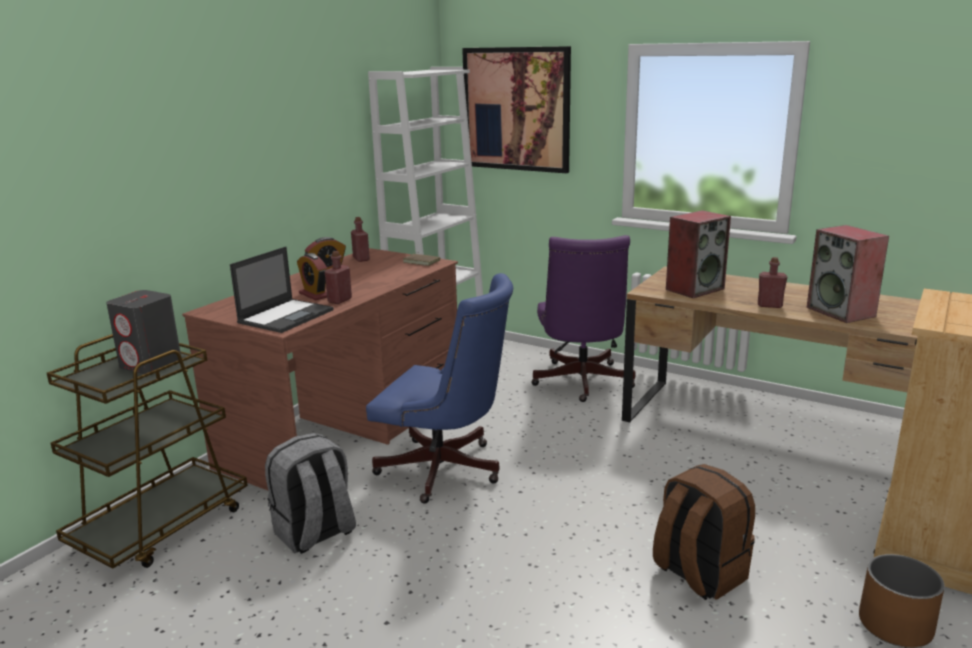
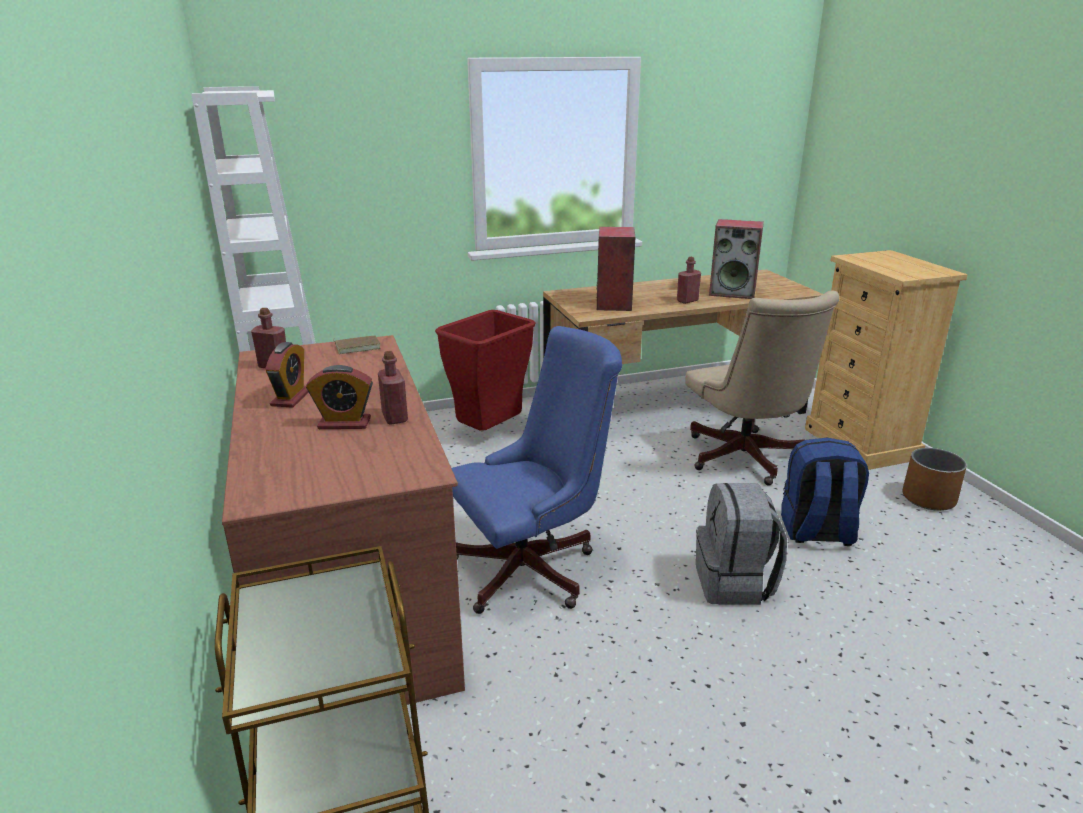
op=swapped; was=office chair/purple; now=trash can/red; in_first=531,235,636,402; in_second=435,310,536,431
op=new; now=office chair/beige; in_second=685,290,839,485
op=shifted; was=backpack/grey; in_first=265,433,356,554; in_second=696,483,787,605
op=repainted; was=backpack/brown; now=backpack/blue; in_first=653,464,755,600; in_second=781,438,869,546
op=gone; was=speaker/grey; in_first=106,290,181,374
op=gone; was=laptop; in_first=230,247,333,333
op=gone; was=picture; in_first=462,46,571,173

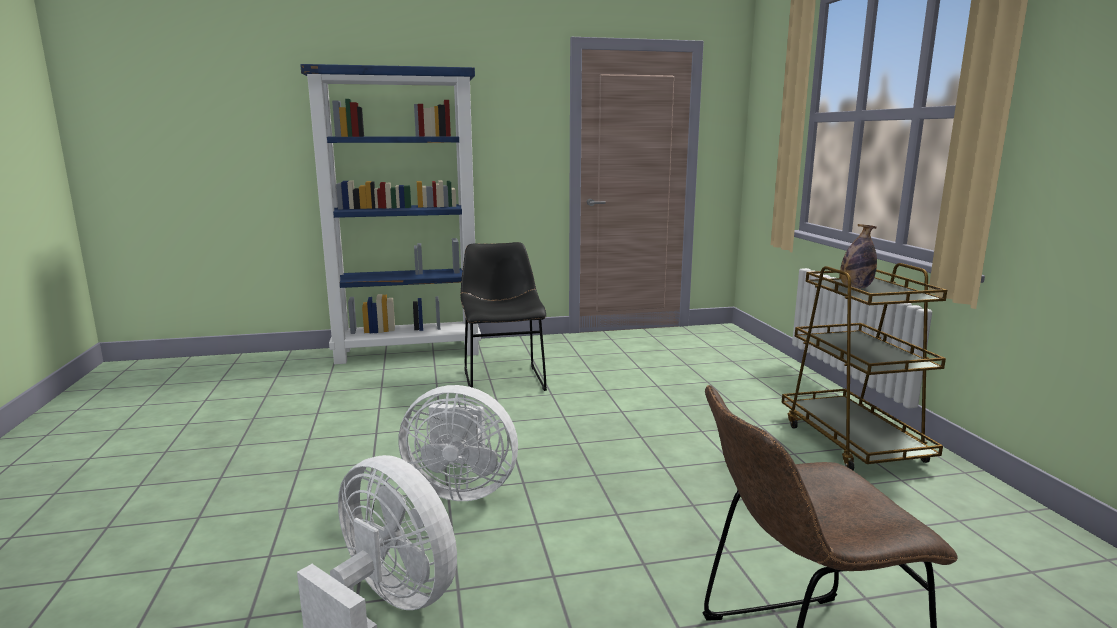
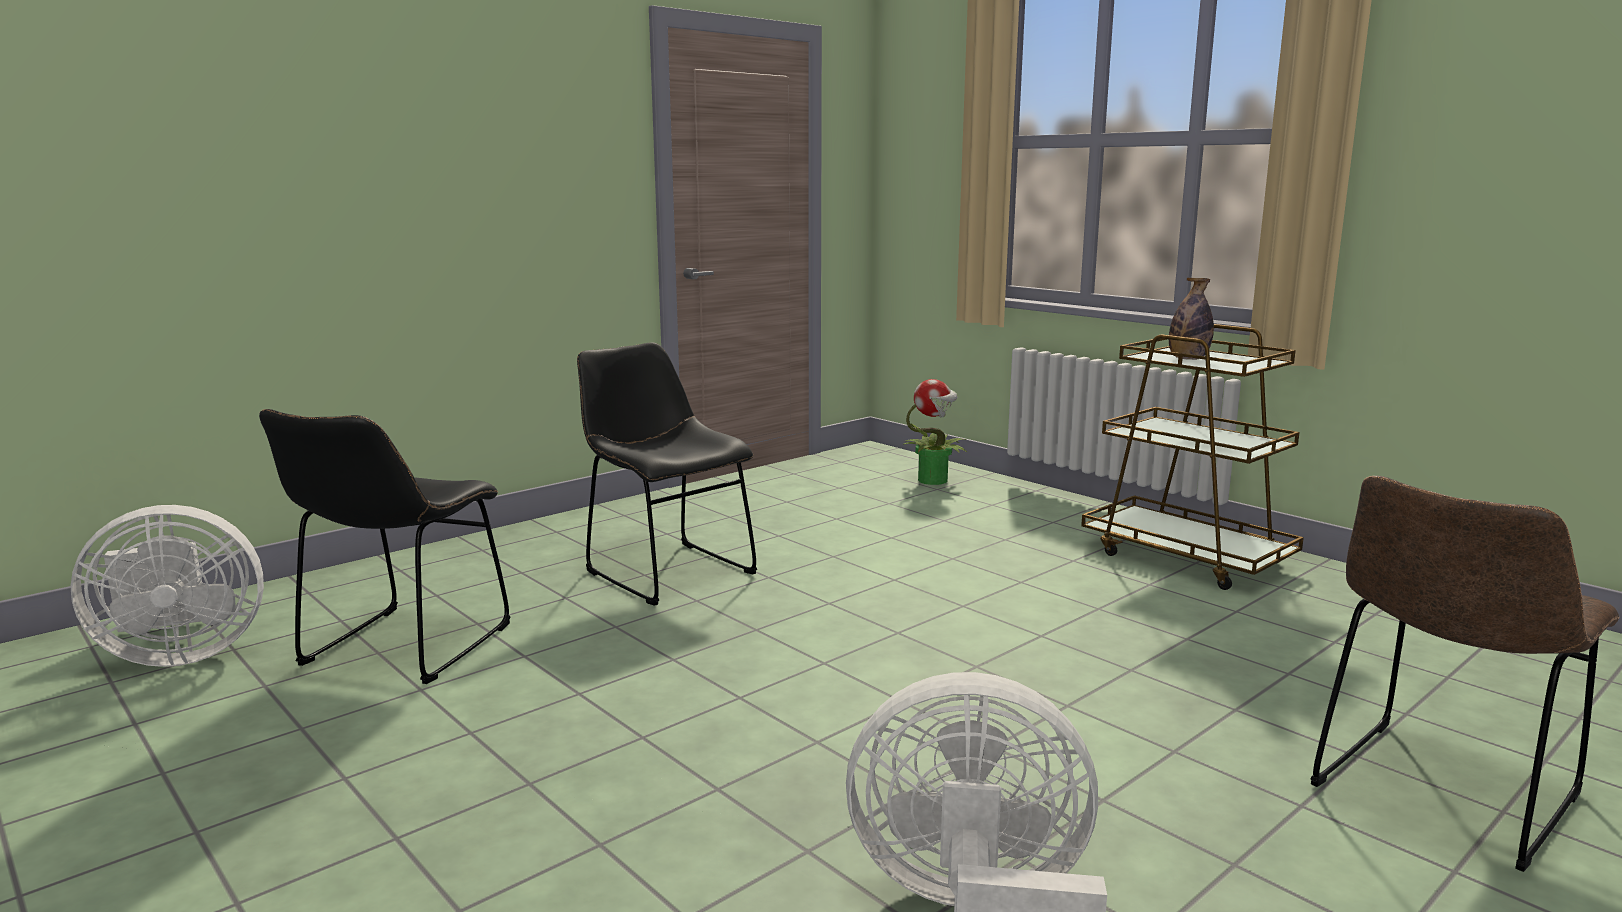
op=shifted; was=fan/white; in_first=398,385,518,501; in_second=70,505,264,667
op=new; now=chair/black; in_second=259,409,510,684
op=new; now=potted plant; in_second=903,379,967,485
op=gone; was=bookcase/blue; in_first=300,64,481,364

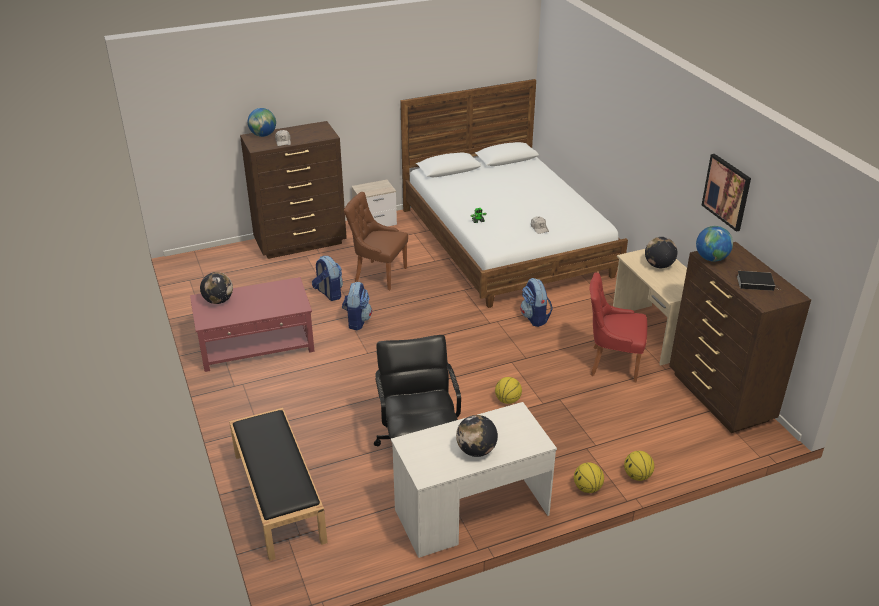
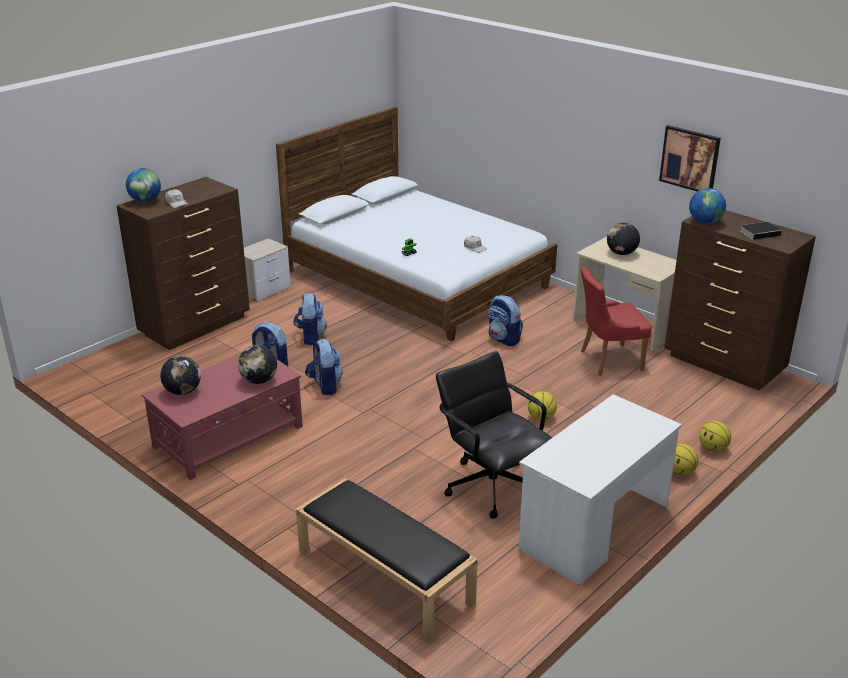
op=shifted; was=globe; in_first=456,415,498,457; in_second=238,345,277,384
op=swapped; was=chair/brown; now=backpack; in_first=344,192,408,290; in_second=294,293,327,345

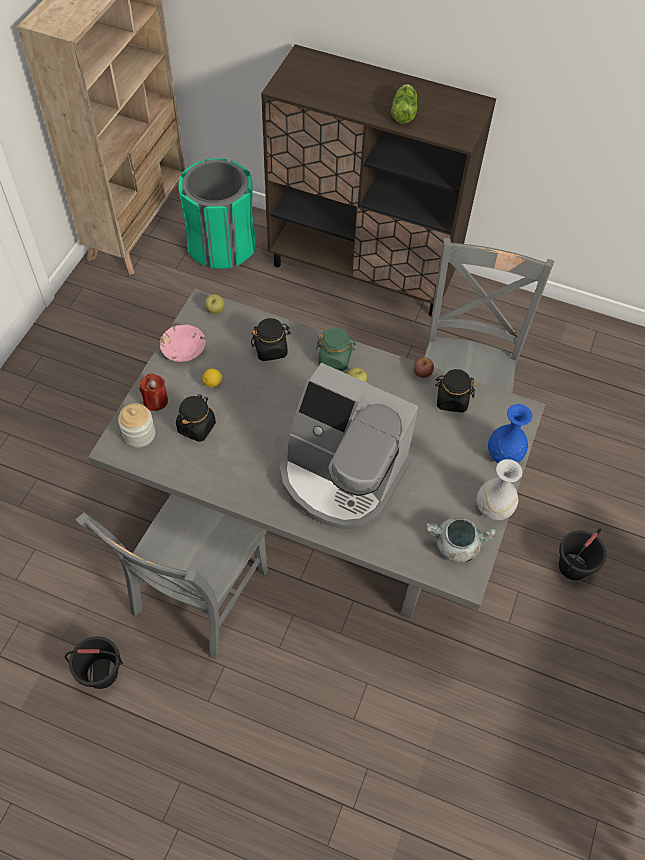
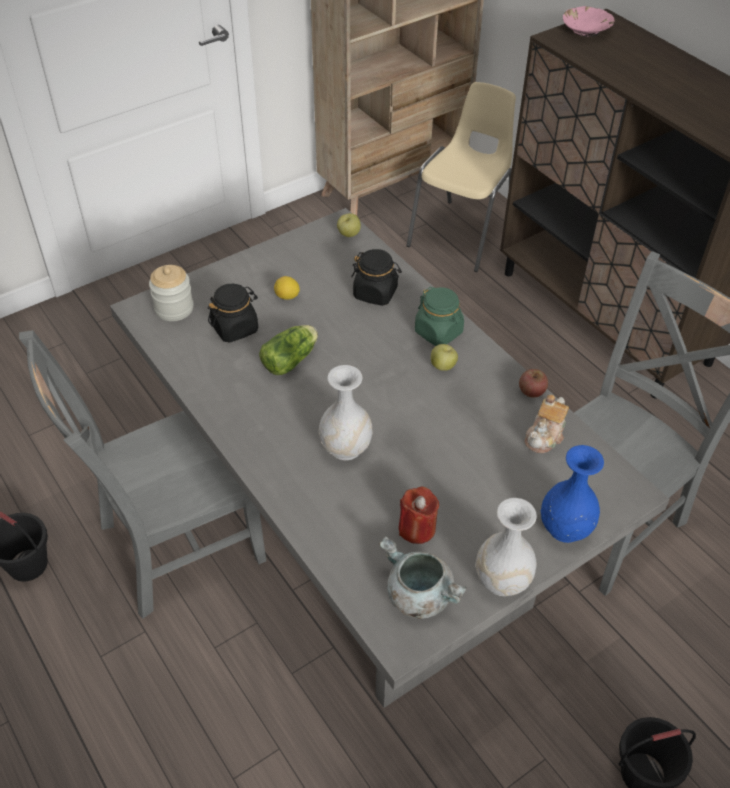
op=shifted; was=lettuce; in_first=391,84,418,124; in_second=259,325,318,375
op=swapped; was=coffee machine; now=vase/white; in_first=280,363,418,529; in_second=319,365,372,460
op=shifted; was=candle/red; in_first=139,373,168,411; in_second=399,487,439,544
op=swapped; was=trash can/green; now=chair/beige; in_first=178,158,256,270; in_second=406,82,516,272
op=swapped; was=jar/black; now=teapot; in_first=435,369,476,413; in_second=525,395,569,453
op=shifted; was=bowl/pink; in_first=160,325,206,362; in_second=563,6,614,37

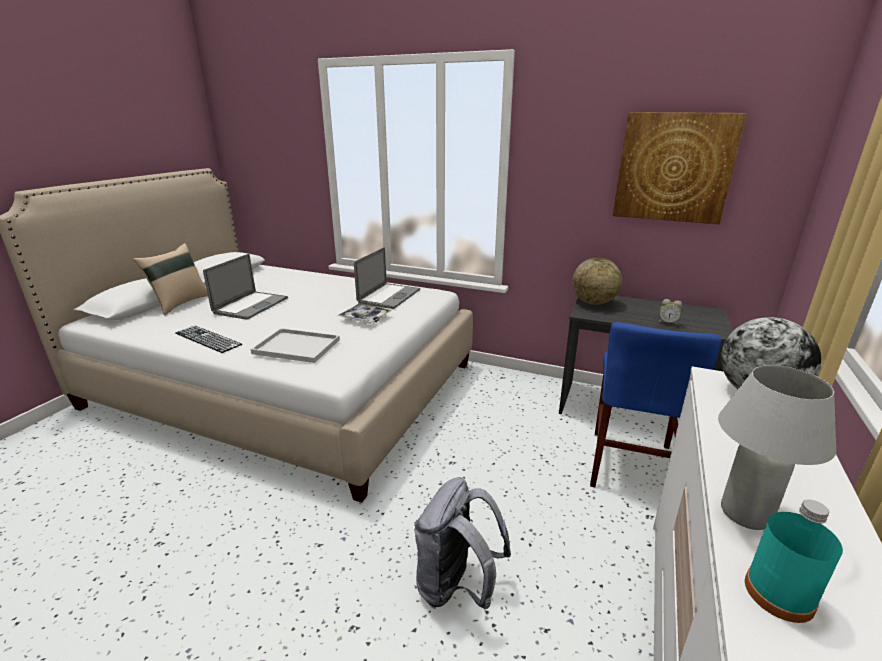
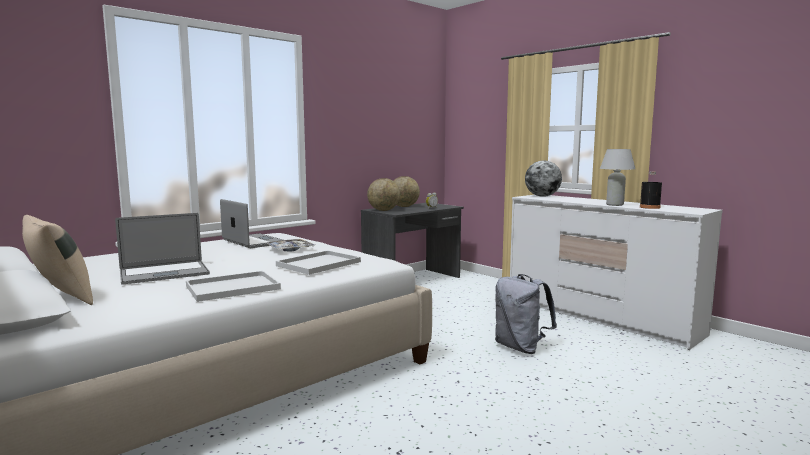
op=rotated; was=laptop; in_first=203,254,288,320; in_second=115,213,210,285; clockwise=105
op=swapped; was=keyboard; now=tray/white; in_first=175,326,242,353; in_second=186,271,281,302
op=new; now=globe; in_second=393,176,420,207
op=repainted; was=bottle/turquoise; now=bottle/black; in_first=745,499,843,623; in_second=640,171,662,209
op=gone; was=chair/blue; in_first=590,322,721,487
op=gone; was=picture; in_first=613,112,747,224

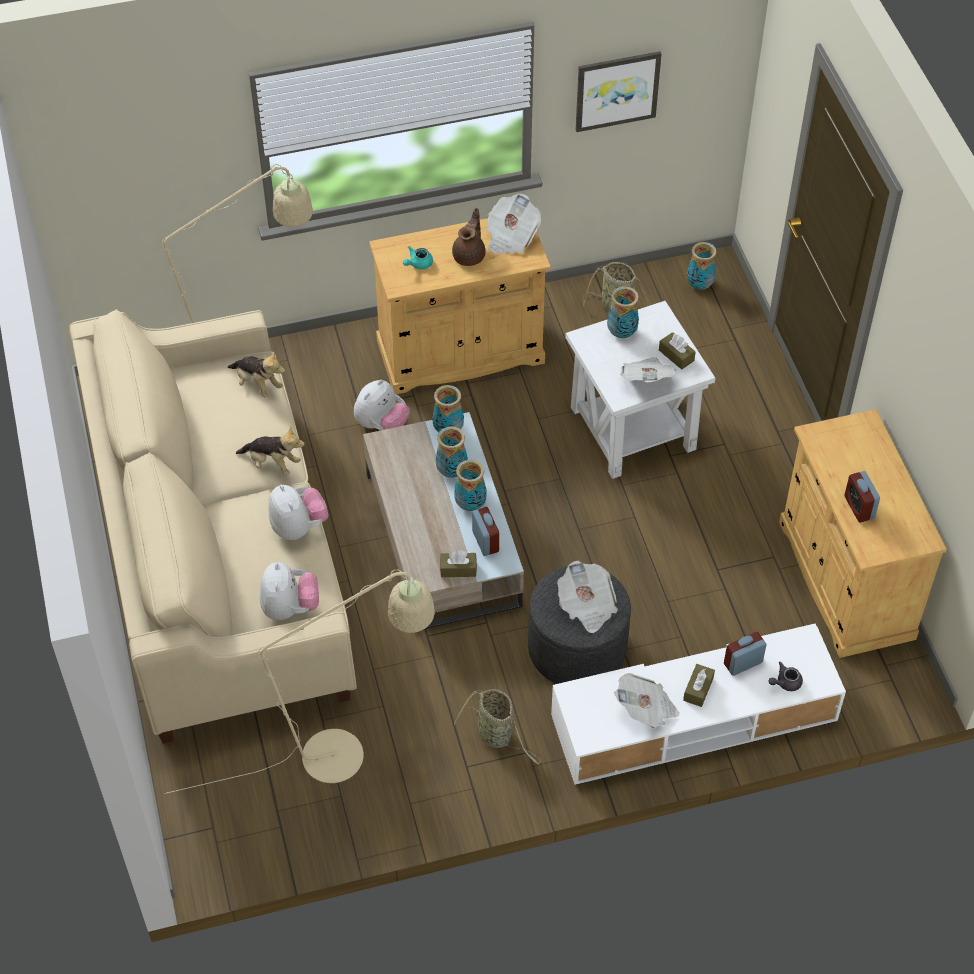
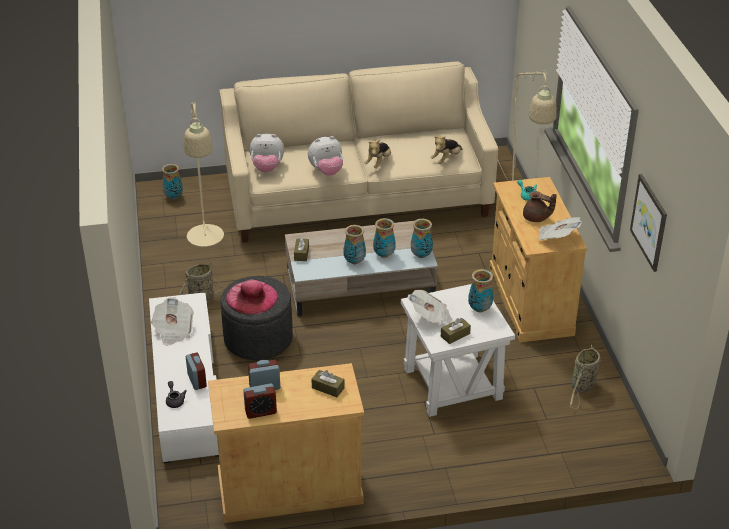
op=shifted; was=vase; in_first=687,242,716,290; in_second=162,164,183,200
op=swapped; was=newspaper; now=hat/pink; in_first=557,561,618,633; in_second=226,280,278,315
op=shifted; was=alarm clock; in_first=472,507,499,556; in_second=243,383,277,419
op=shifted; was=tissue box/brown; in_first=683,664,715,707; in_second=311,370,345,397
op=gone; was=plush toy; in_first=354,379,410,430

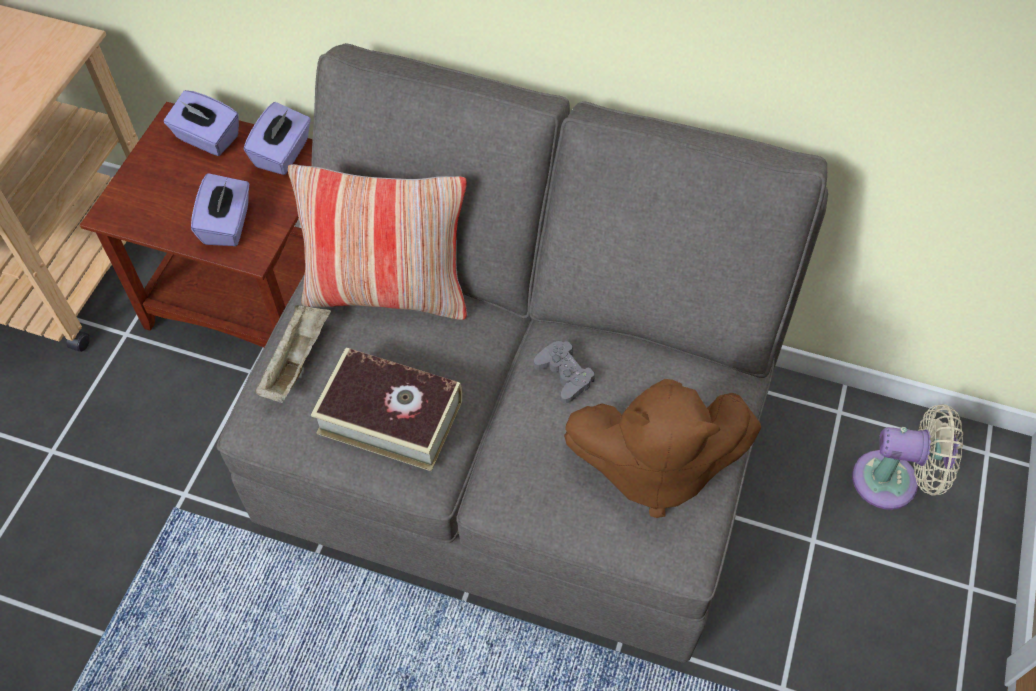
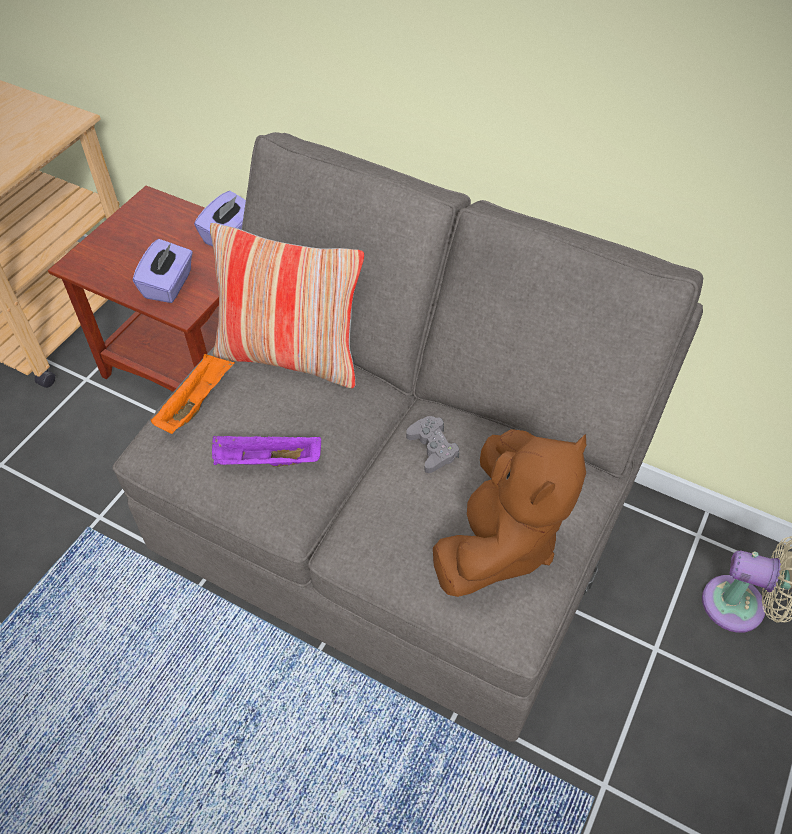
op=repainted; was=tray/beige; now=tray/orange; in_first=255,305,331,403; in_second=151,354,235,434
op=swapped; was=book; now=tray/purple; in_first=311,347,462,471; in_second=212,436,321,467
op=rotated; was=plush toy/brown; in_first=564,379,761,518; in_second=433,429,586,597; clockwise=-75
op=gone; was=tissue box/purple; in_first=164,90,239,156

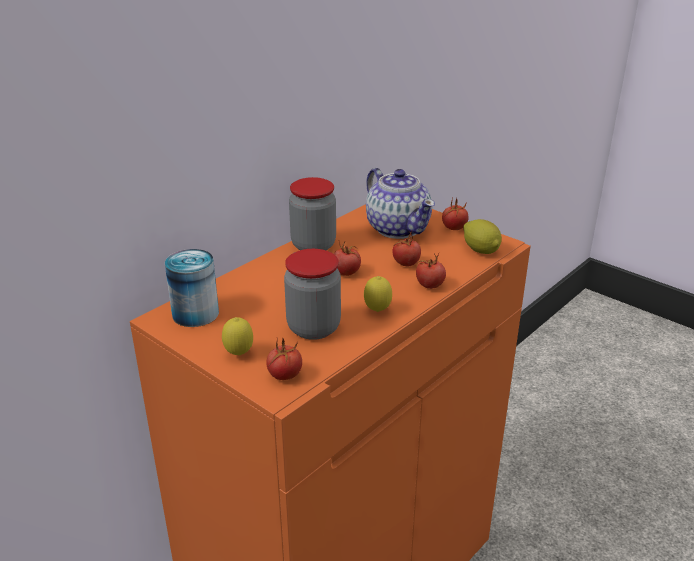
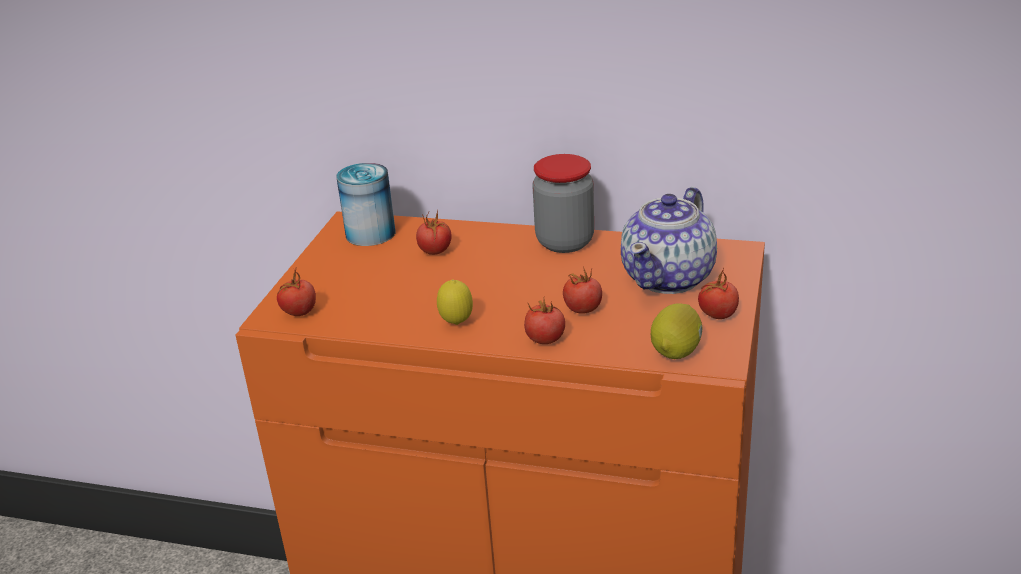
op=shifted; was=tomato; in_first=334,239,361,276; in_second=416,209,452,255
op=gone; was=lemon; in_first=222,317,253,355
op=gone; was=jar; in_first=284,249,341,340

